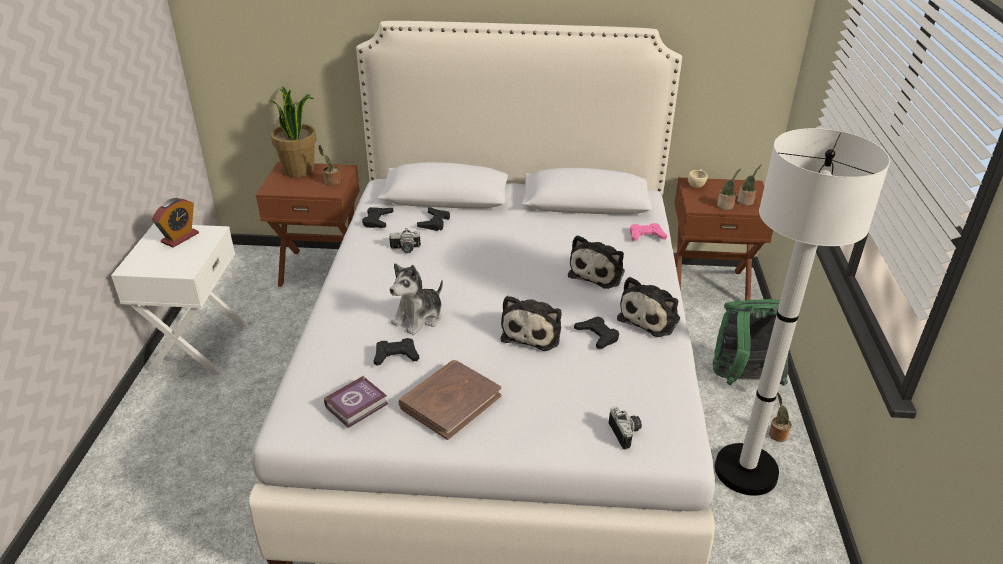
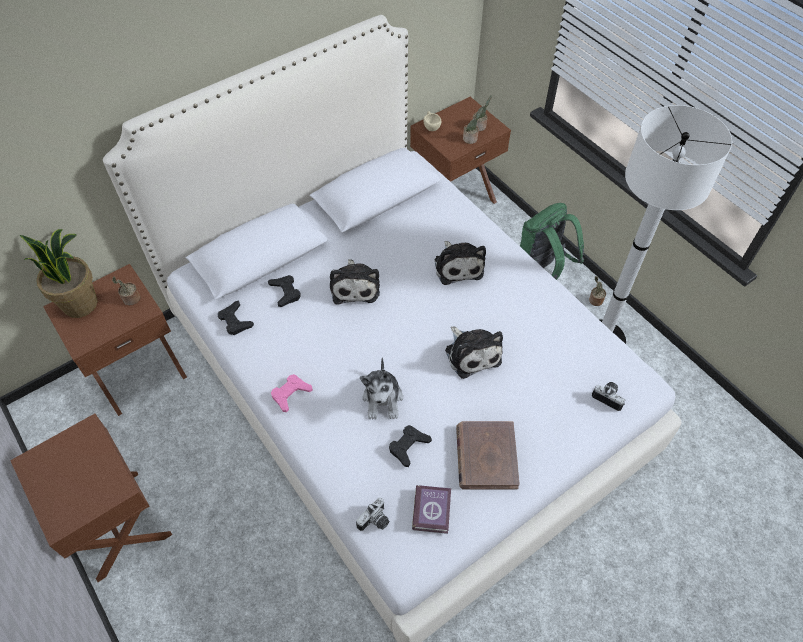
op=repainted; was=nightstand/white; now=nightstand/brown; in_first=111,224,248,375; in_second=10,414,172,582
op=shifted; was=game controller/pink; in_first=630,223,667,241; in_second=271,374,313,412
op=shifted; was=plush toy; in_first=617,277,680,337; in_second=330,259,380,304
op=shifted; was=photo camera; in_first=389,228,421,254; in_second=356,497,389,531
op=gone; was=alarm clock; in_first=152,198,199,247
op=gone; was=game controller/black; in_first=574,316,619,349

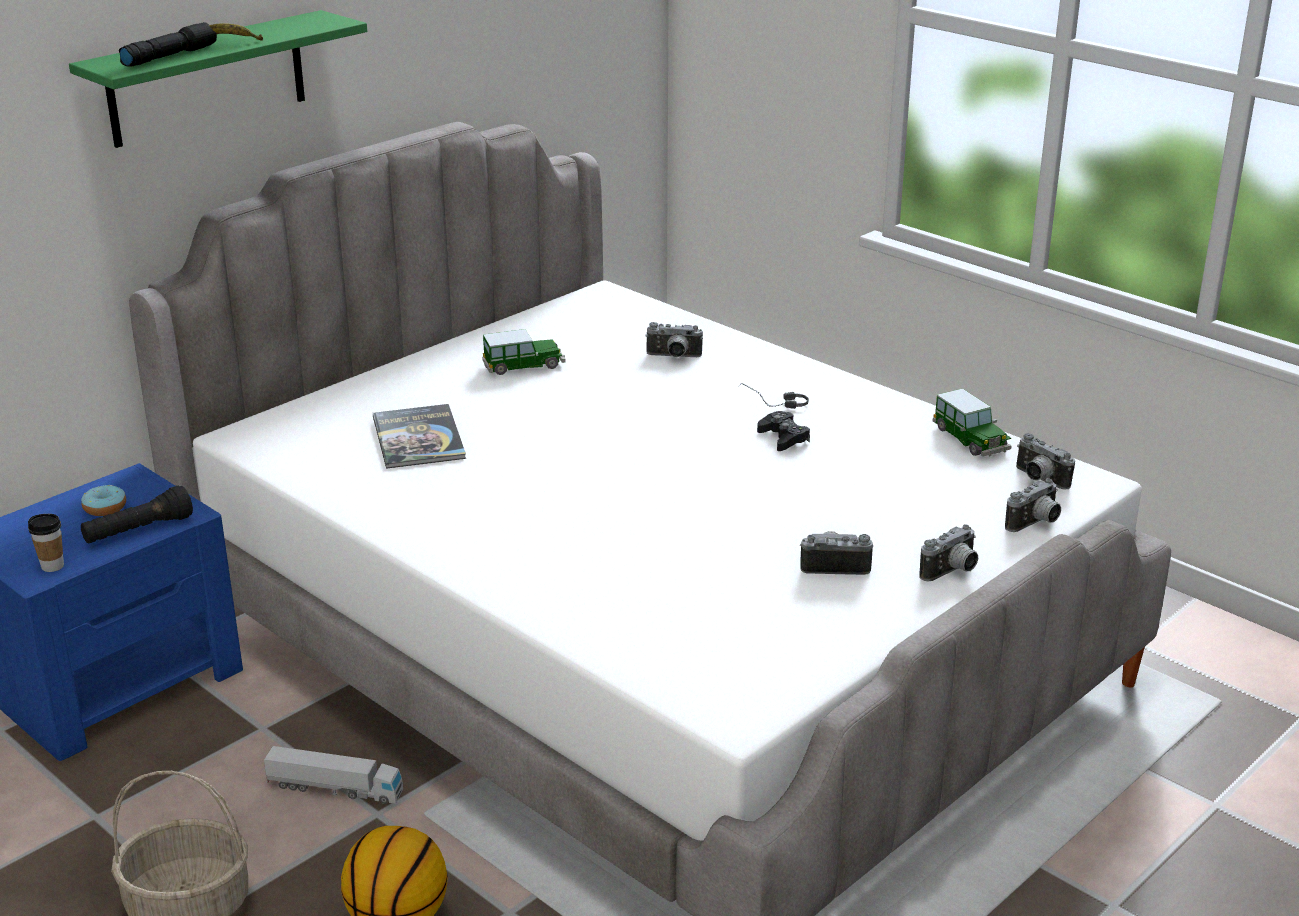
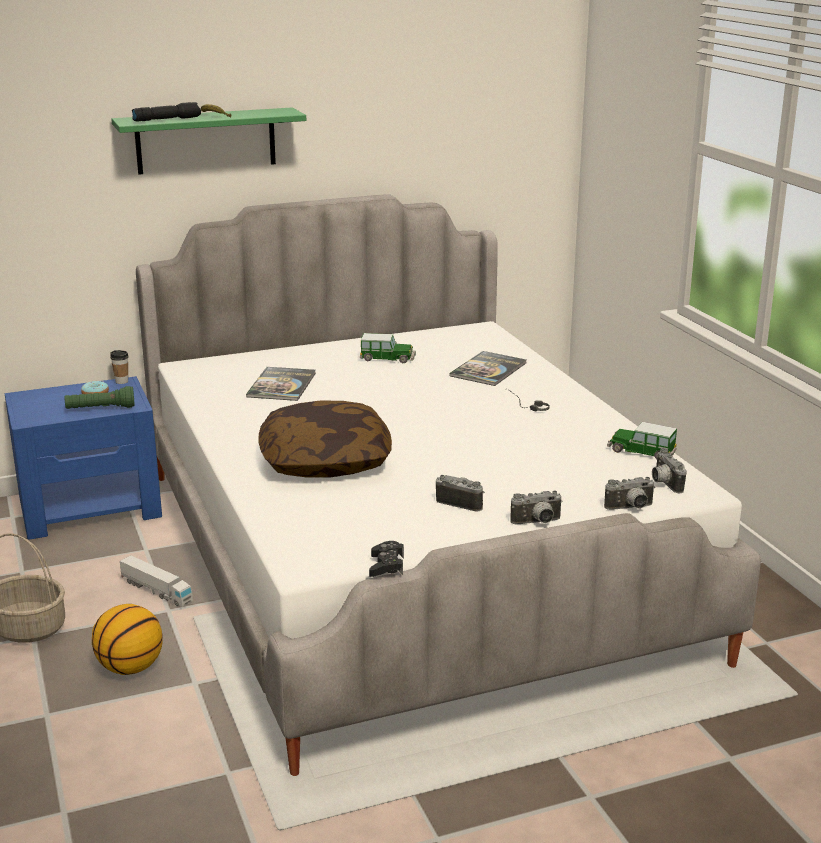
op=repainted; was=flashlight/black; now=flashlight/green; in_first=81,486,193,544; in_second=65,386,135,409
op=shifted; was=cup; in_first=28,514,64,572; in_second=110,350,129,384
op=new; now=pillow; in_second=258,400,392,478
op=shifted; was=game controller/black; in_first=757,411,810,451; in_second=369,541,404,577
op=swapped; was=photo camera; now=book; in_first=646,322,703,357; in_second=450,351,526,386
op=rotated; was=toy car; in_first=932,388,1012,457; in_second=607,422,677,459; clockwise=120

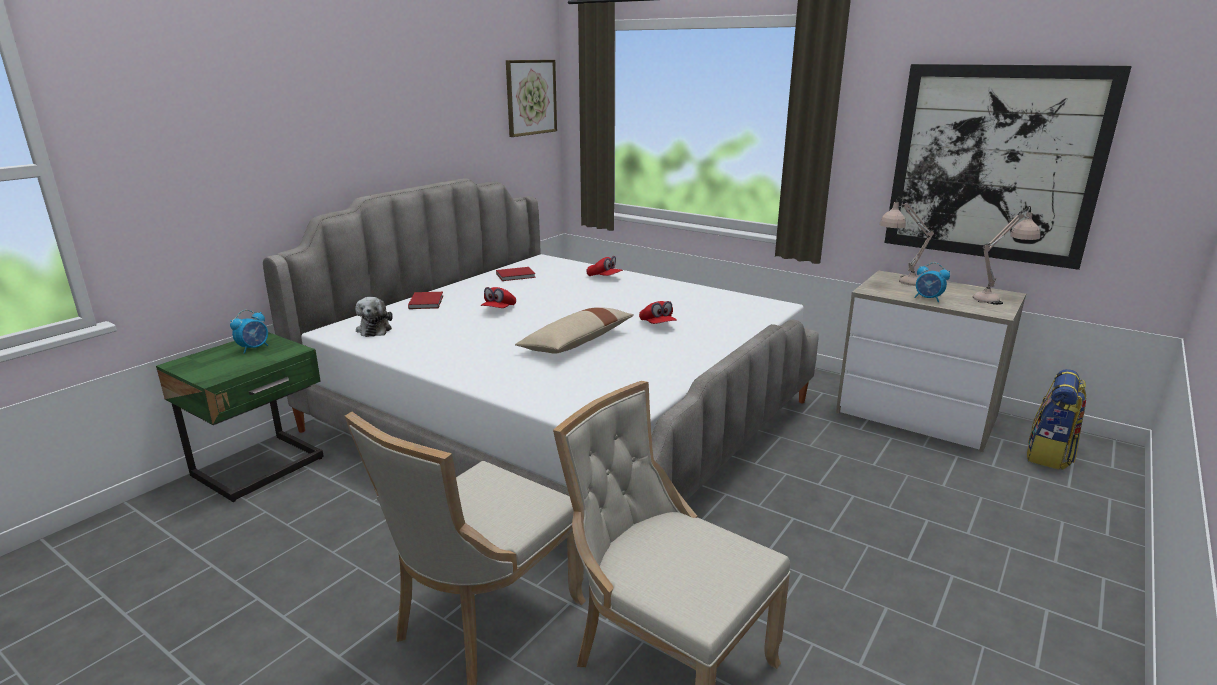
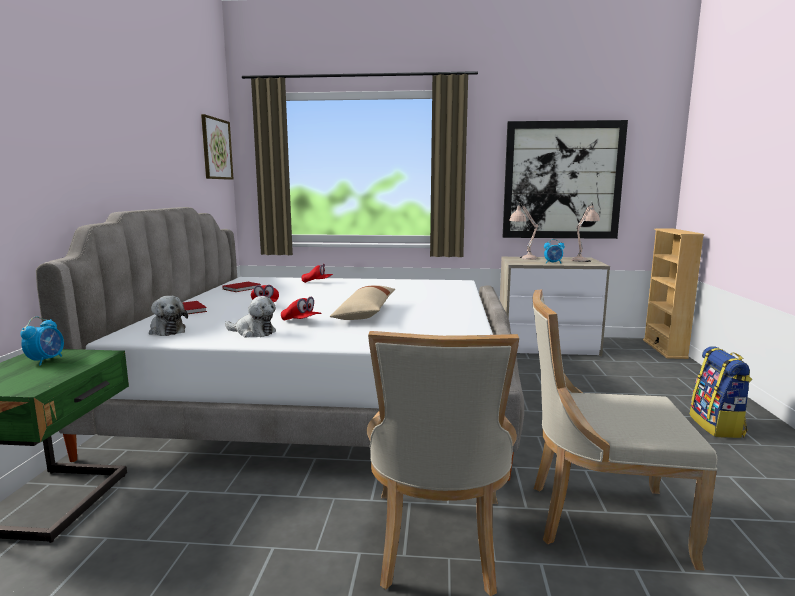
op=new; now=plush toy; in_second=225,296,276,337
op=shifted; was=cap/red; in_first=639,301,677,324; in_second=281,297,321,320
op=new; now=bookcase/beige; in_second=643,229,704,359
op=shifted; was=backpack; in_first=1027,369,1087,470; in_second=690,346,752,438

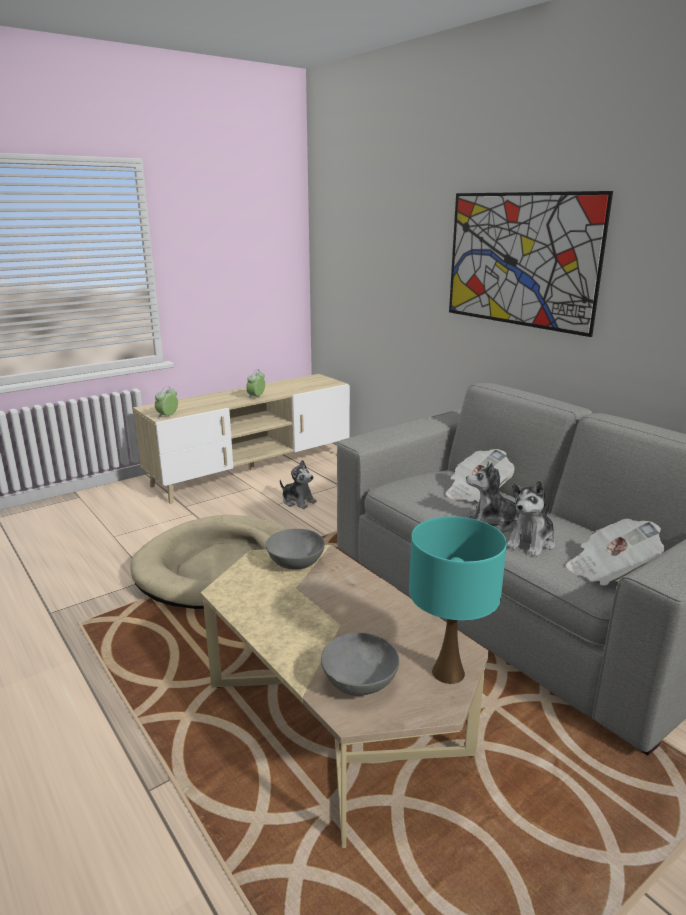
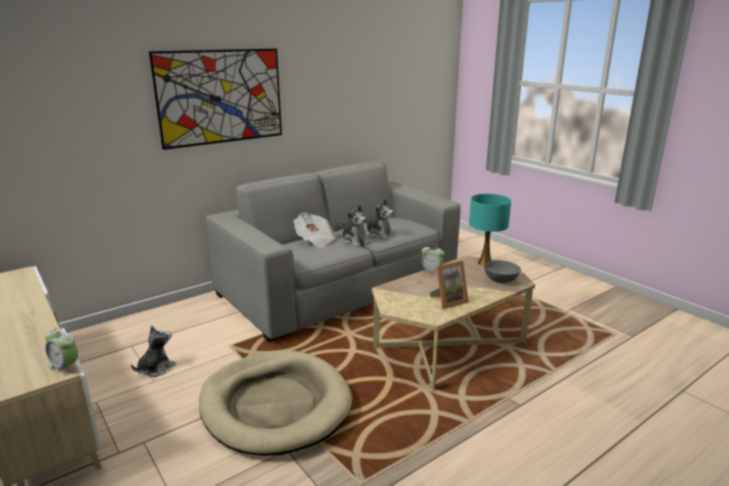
op=rotated; was=plush toy; in_first=466,462,520,532; in_second=342,205,370,247; clockwise=-45
op=shifted; was=alarm clock; in_first=246,369,265,400; in_second=421,244,445,275
op=new; now=picture frame; in_second=430,261,469,309
op=gone; was=bowl/grey; in_first=266,529,325,569
op=gone; was=newspaper; in_first=566,519,665,586

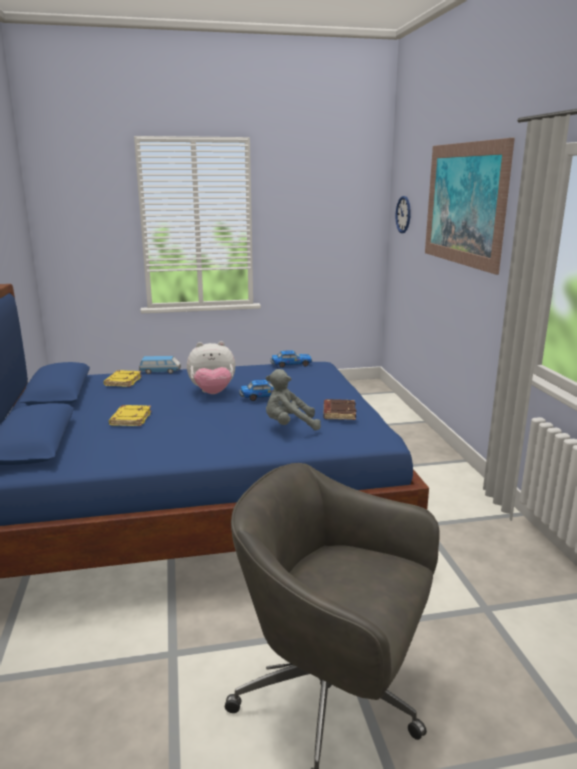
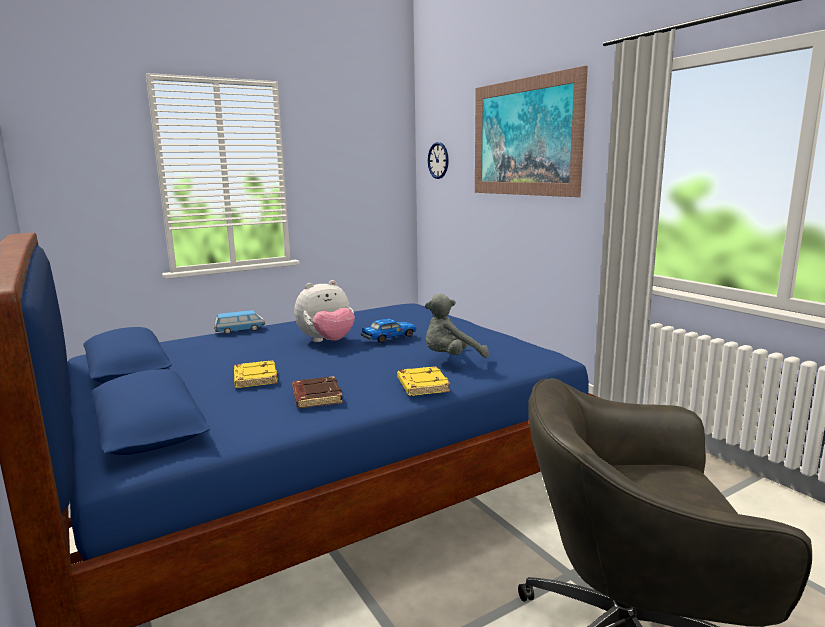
op=shifted; was=book/brown; in_first=323,399,356,420; in_second=292,376,343,408
op=shifted; was=book/yellow; in_first=104,370,142,387; in_second=397,366,450,396
op=gone; was=toy car; in_first=270,350,312,368

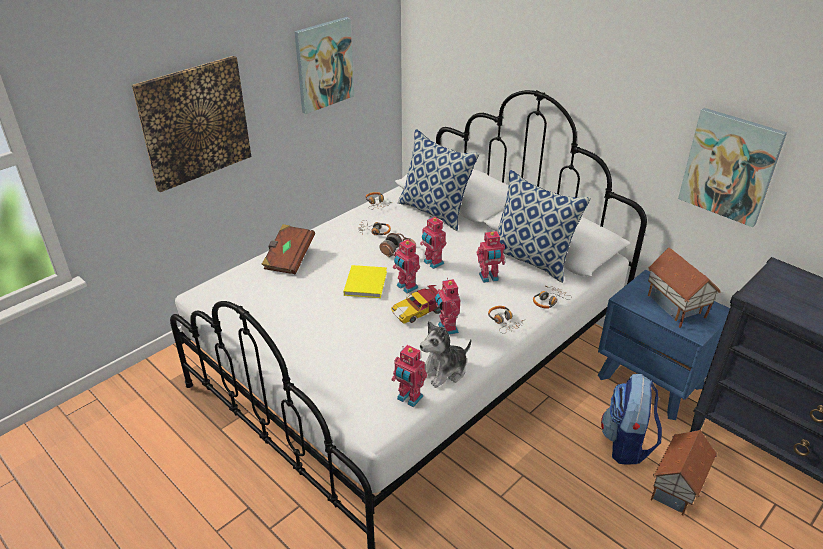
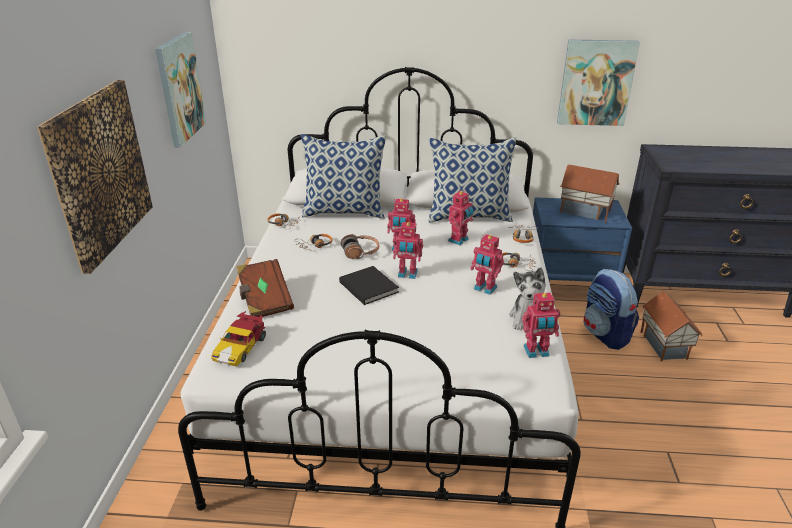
op=shifted; was=toy car; in_first=391,285,441,324; in_second=211,311,266,366
op=repainted; was=book/yellow; now=book/black; in_first=343,265,387,298; in_second=339,266,399,305

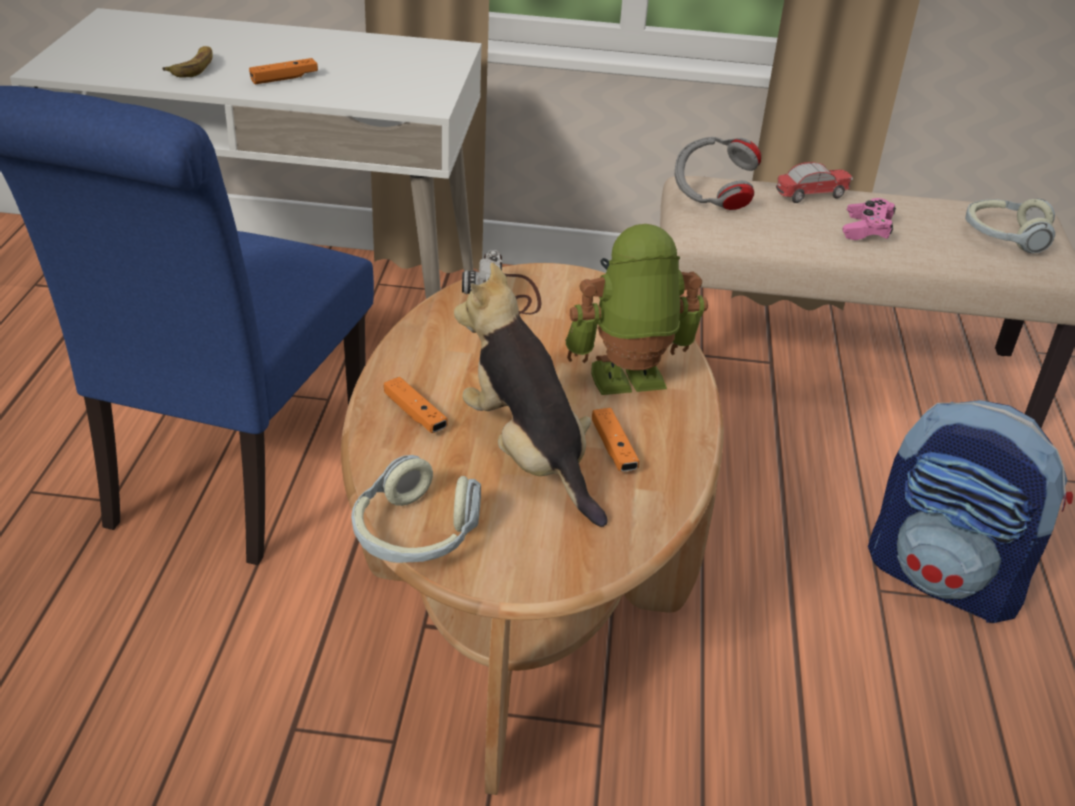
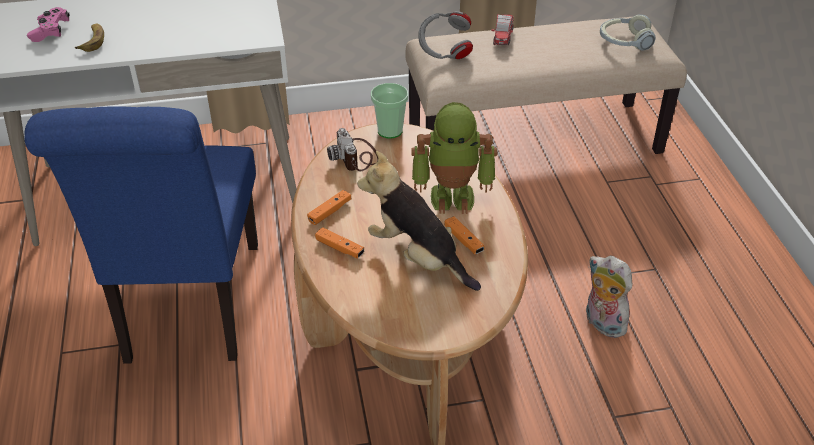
op=shifted; was=game controller/pink; in_first=842,198,896,240; in_second=27,7,70,42
op=shifted; was=game controller/orange; in_first=249,58,318,84; in_second=307,190,351,225
op=new; now=cup; in_second=371,83,408,139
op=rotated; was=toy robot; in_first=566,224,708,395; in_second=411,102,497,214; clockwise=-150
op=rotated; was=toy car; in_first=776,162,853,203; in_second=492,14,514,45; clockwise=135
op=new; now=plush toy; in_second=586,255,632,338
op=gone; was=headphones; in_first=351,455,481,563
op=gone; was=backpack; in_first=868,400,1073,623

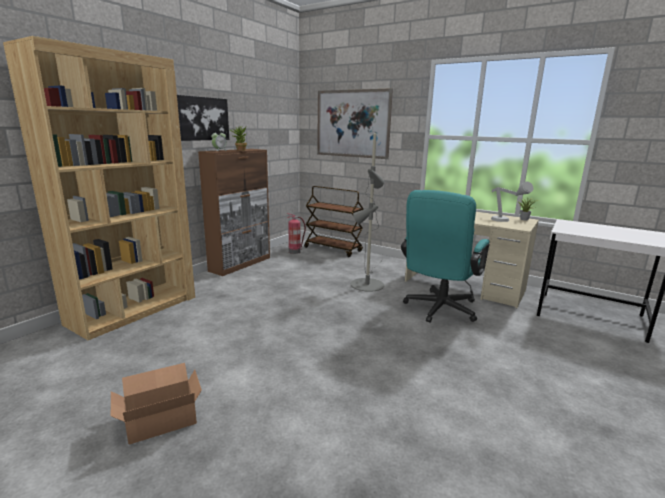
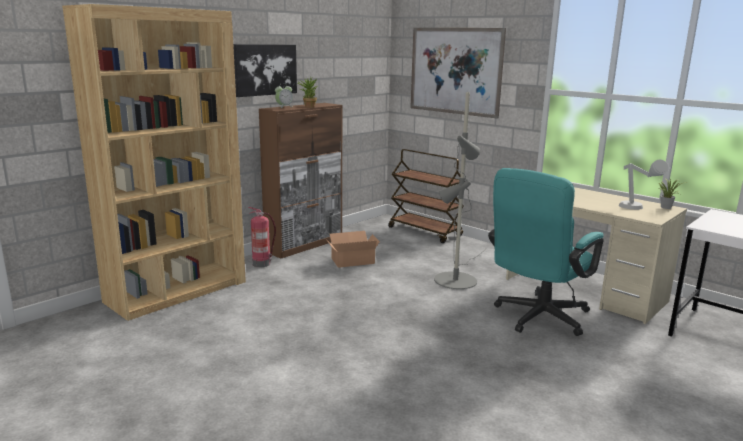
op=shifted; was=fire extinguisher; in_first=287,213,306,254; in_second=248,207,276,267
op=shifted; was=cardboard box; in_first=111,363,202,445; in_second=326,231,380,268

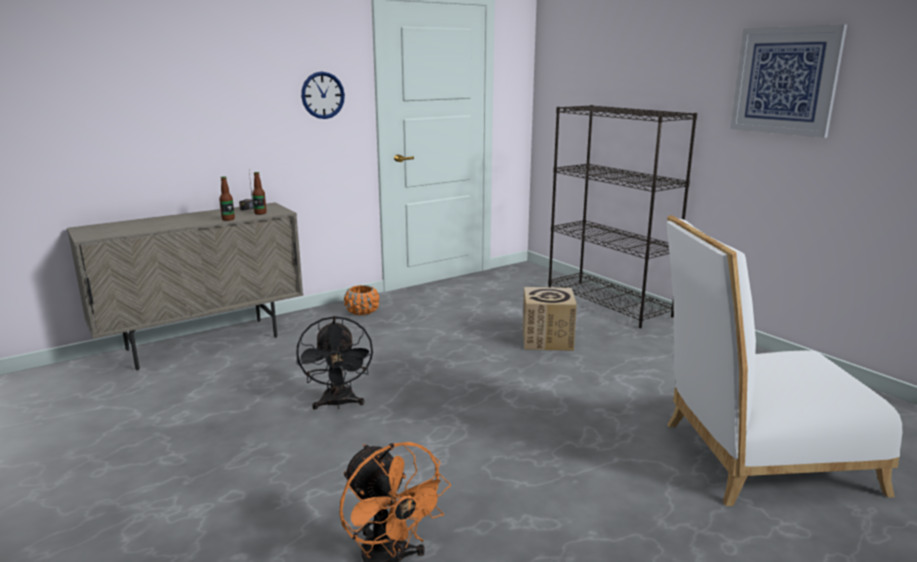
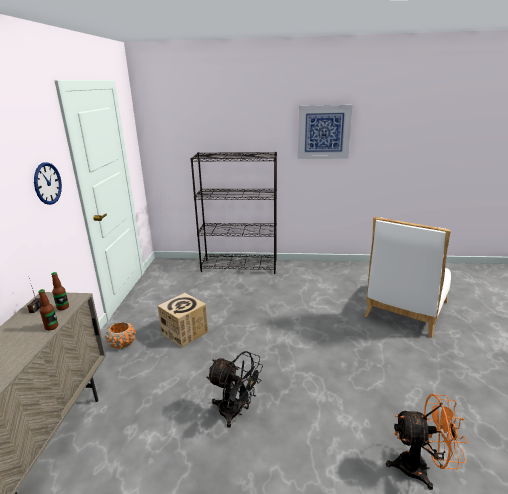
op=shifted; was=cardboard box; in_first=523,287,577,351; in_second=158,293,208,348

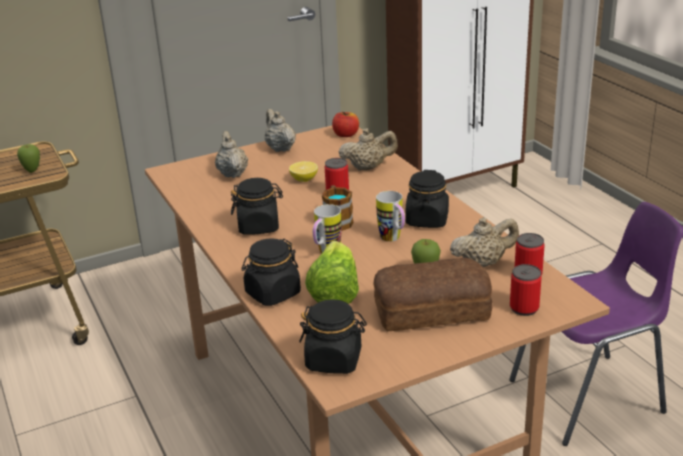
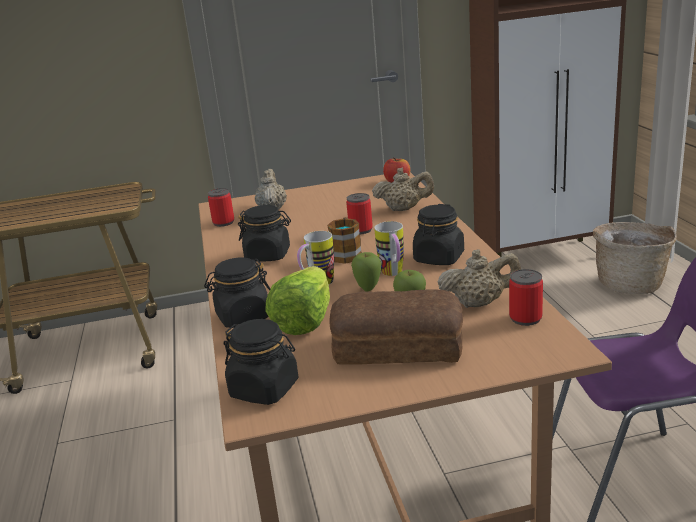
op=shifted; was=can; in_first=510,264,542,316; in_second=208,188,234,227
op=shifted; was=apple; in_first=17,144,40,173; in_second=351,252,381,291
op=new; now=basket; in_second=593,222,677,294
op=gone; was=teapot/beige; in_first=265,109,296,152
op=gone; was=lemon; in_first=289,161,318,182

